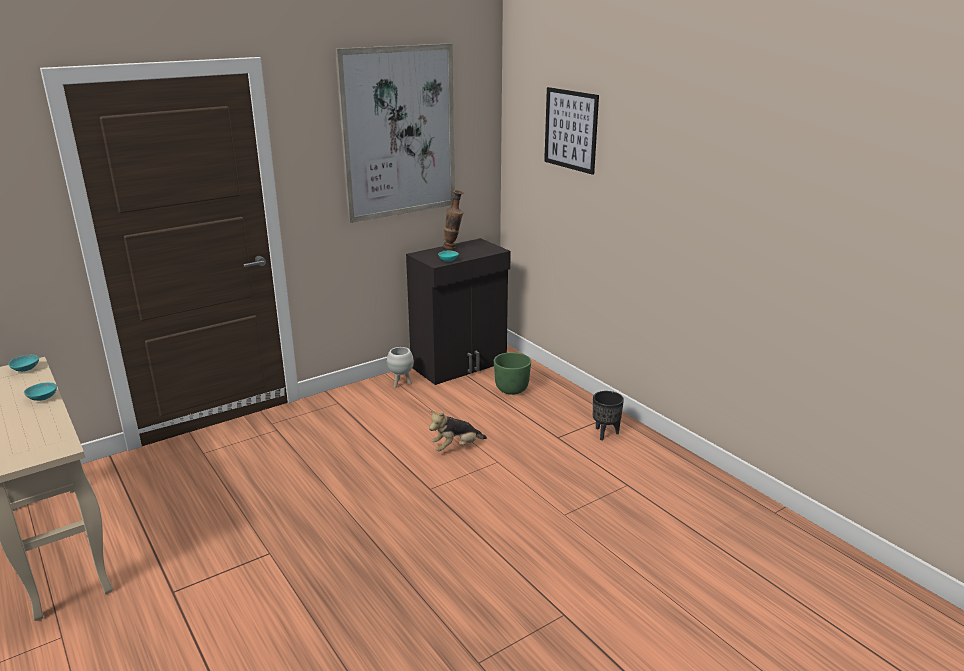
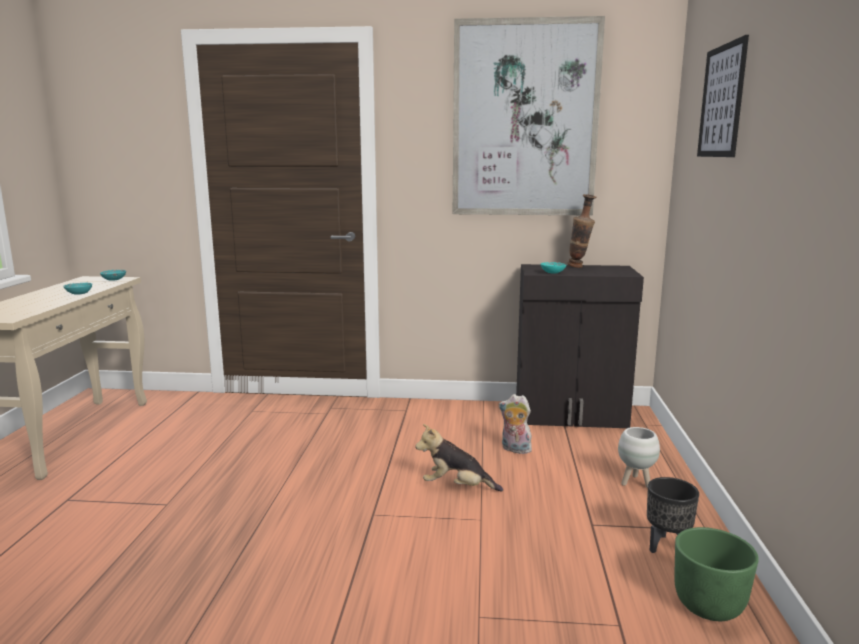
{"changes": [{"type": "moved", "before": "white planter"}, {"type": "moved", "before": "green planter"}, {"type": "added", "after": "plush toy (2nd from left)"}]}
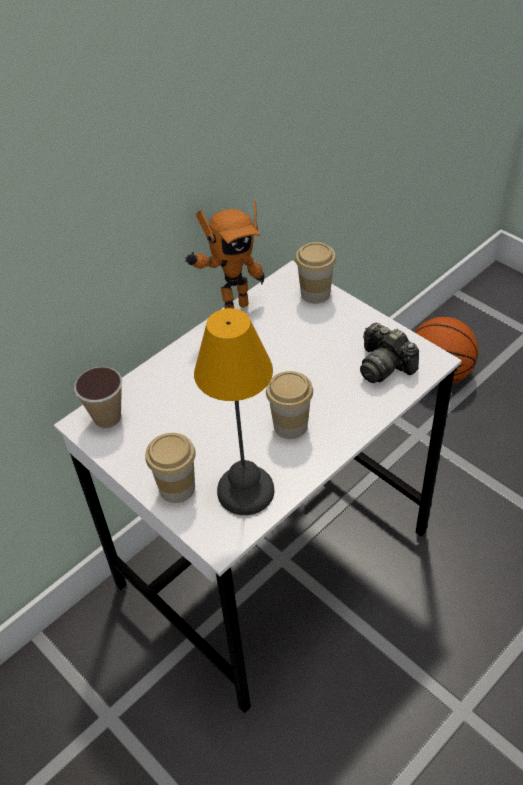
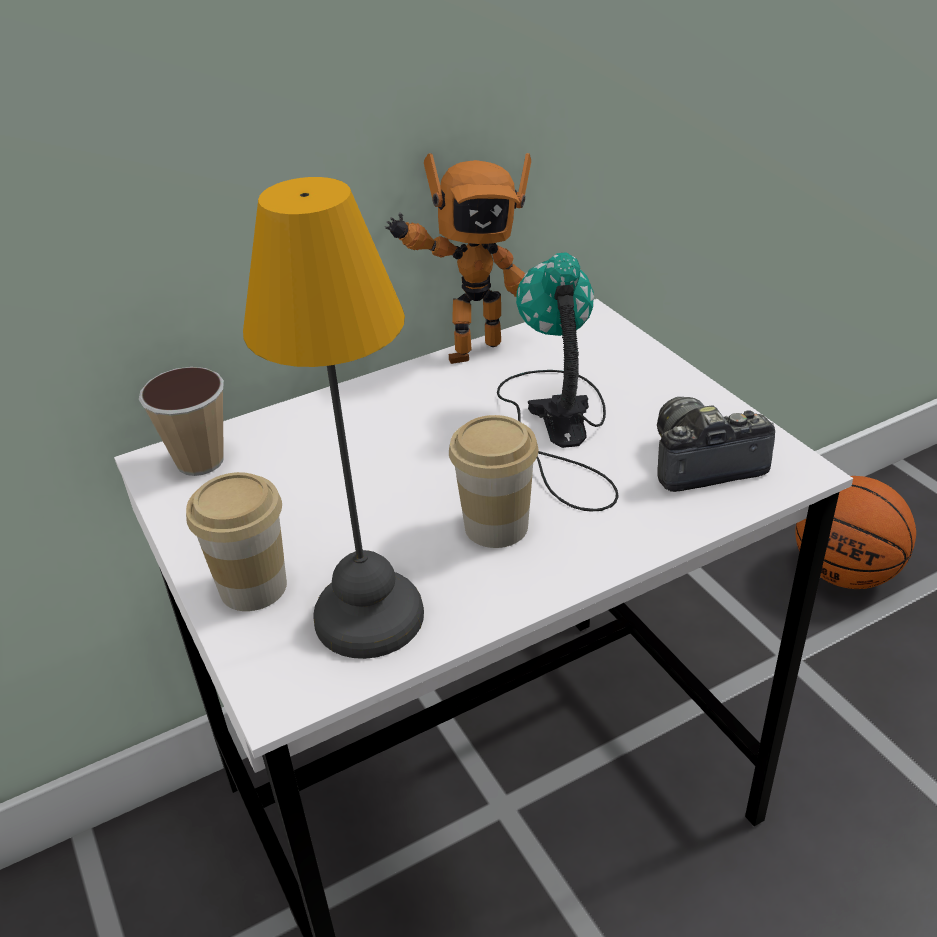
{"changes": [{"type": "removed", "before": "cup (4th from left)"}, {"type": "turned", "before": "photo camera", "turn": 105}, {"type": "added", "after": "table lamp (2nd from left)"}]}
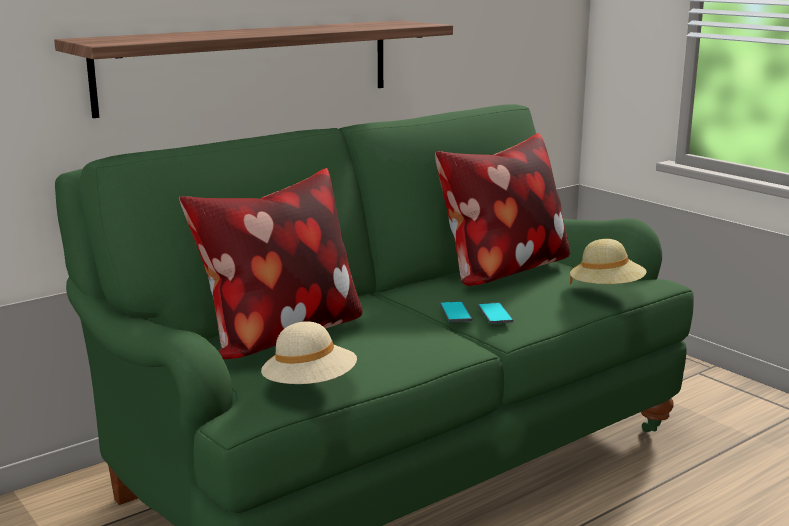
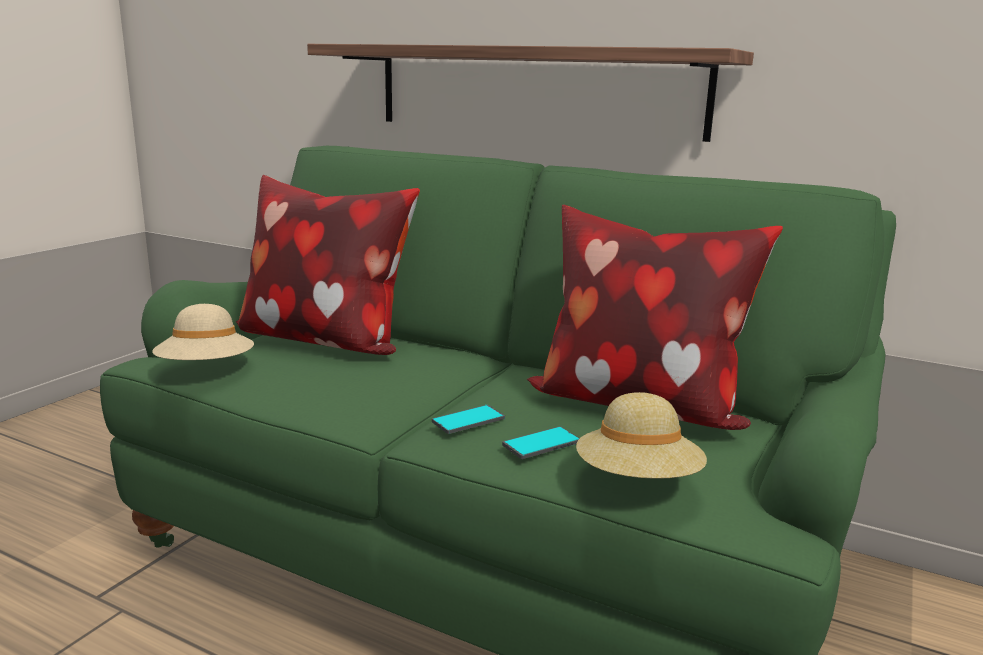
{"changes": [{"type": "moved", "before": "phone (1st from left in the first image)", "after": "phone (2nd from left)"}]}
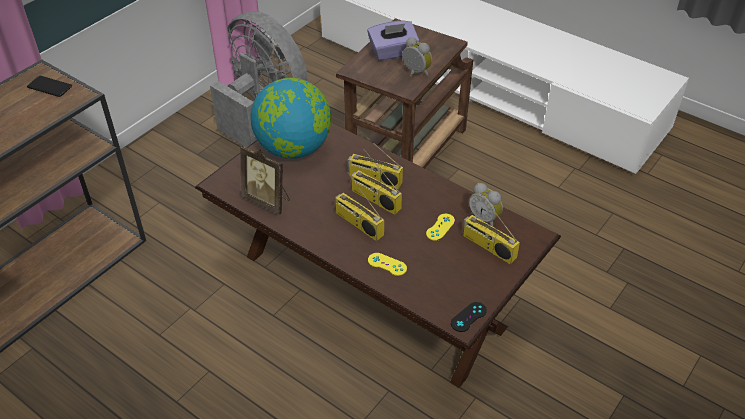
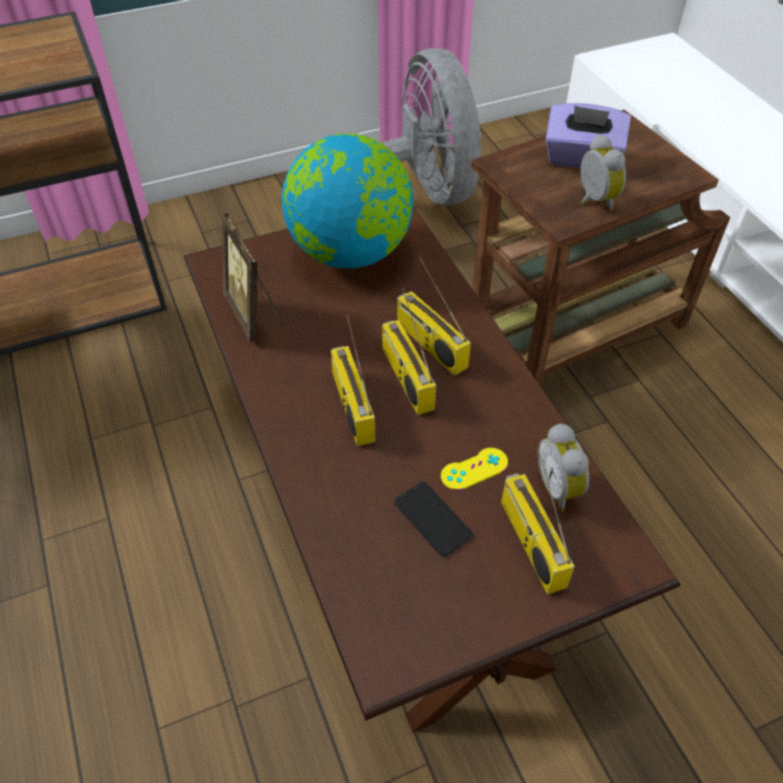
{"changes": [{"type": "moved", "before": "phone"}, {"type": "removed", "before": "yellow game controller (1st from left)"}, {"type": "removed", "before": "black game controller"}]}
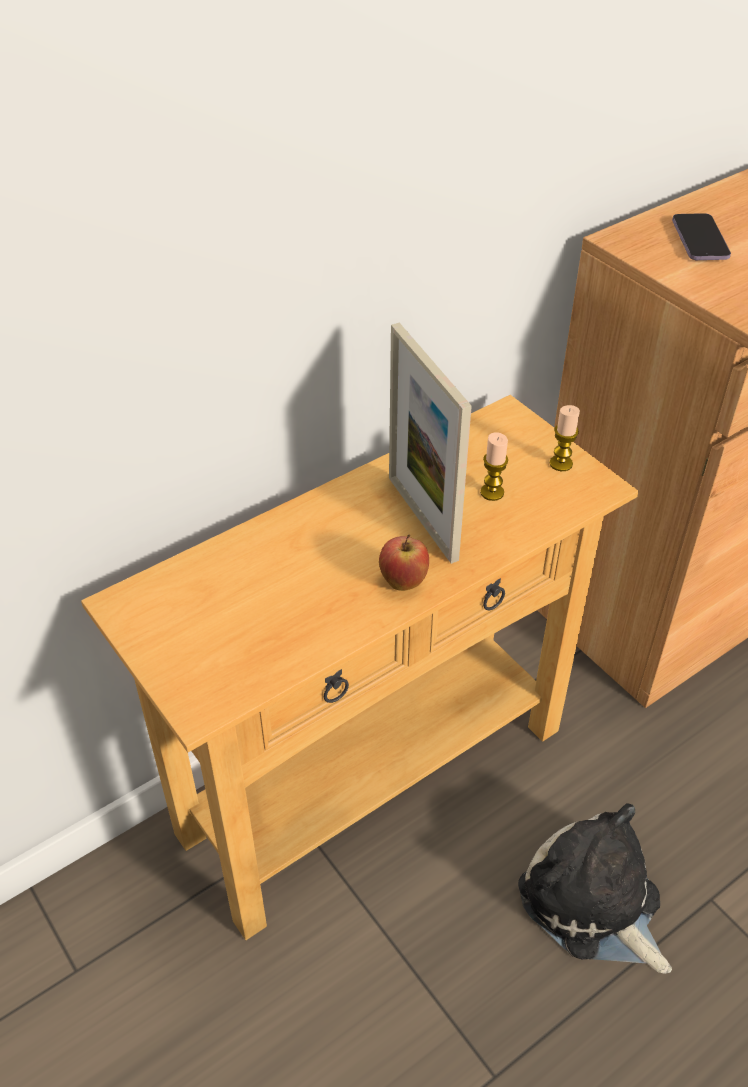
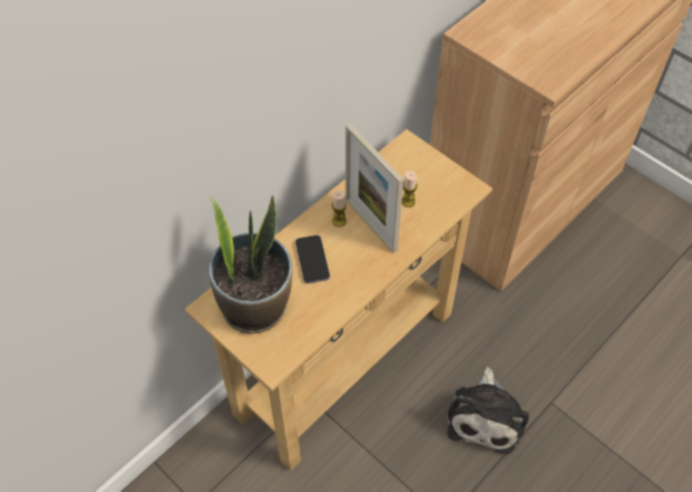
{"changes": [{"type": "removed", "before": "apple"}, {"type": "turned", "before": "plush toy", "turn": -120}, {"type": "moved", "before": "candle (2nd from left in the first image)", "after": "candle (1st from left)"}, {"type": "moved", "before": "phone"}, {"type": "added", "after": "potted plant"}]}
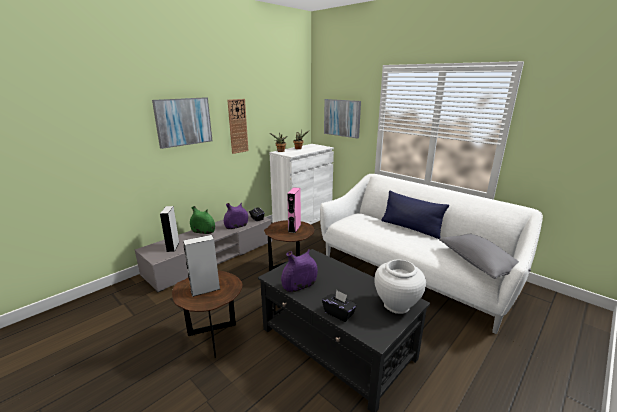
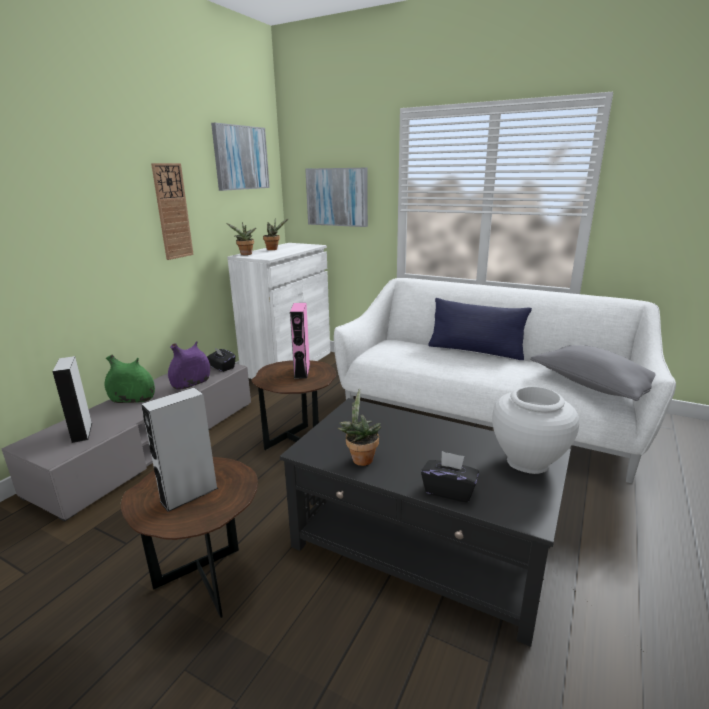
{"changes": [{"type": "moved", "before": "picture (1st from left)"}, {"type": "replaced", "before": "purple vase (2nd from left)", "after": "potted plant (3rd from left)"}]}
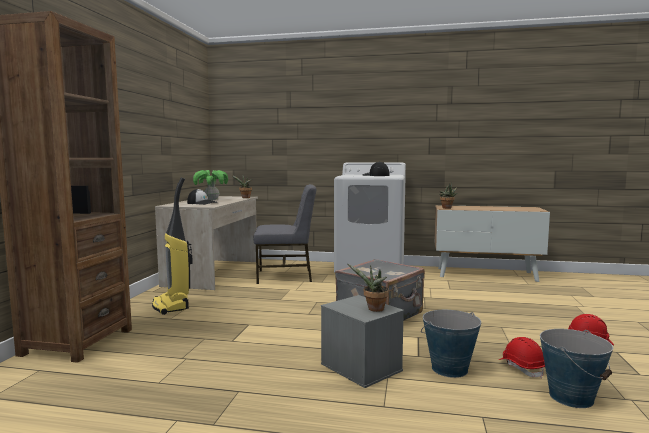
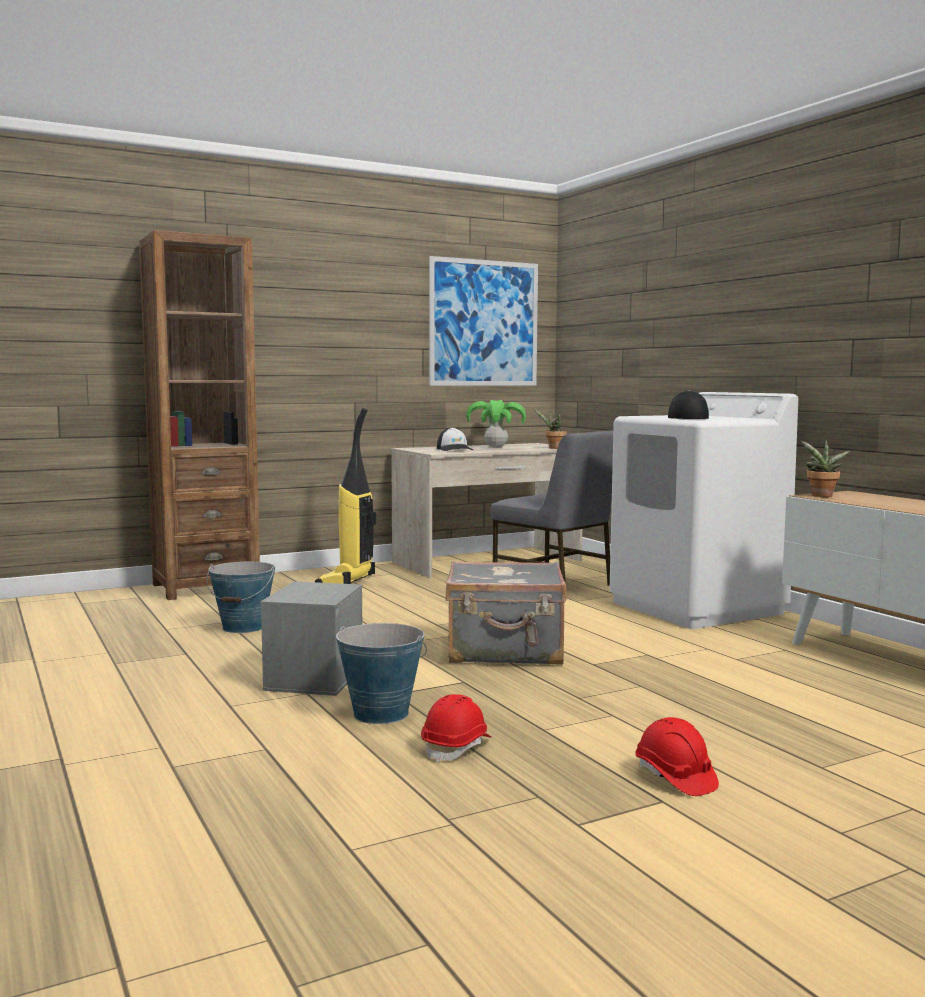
{"changes": [{"type": "removed", "before": "potted plant (3rd from left)"}, {"type": "moved", "before": "bucket (2nd from left in the first image)", "after": "bucket (1st from left)"}, {"type": "added", "after": "picture"}]}
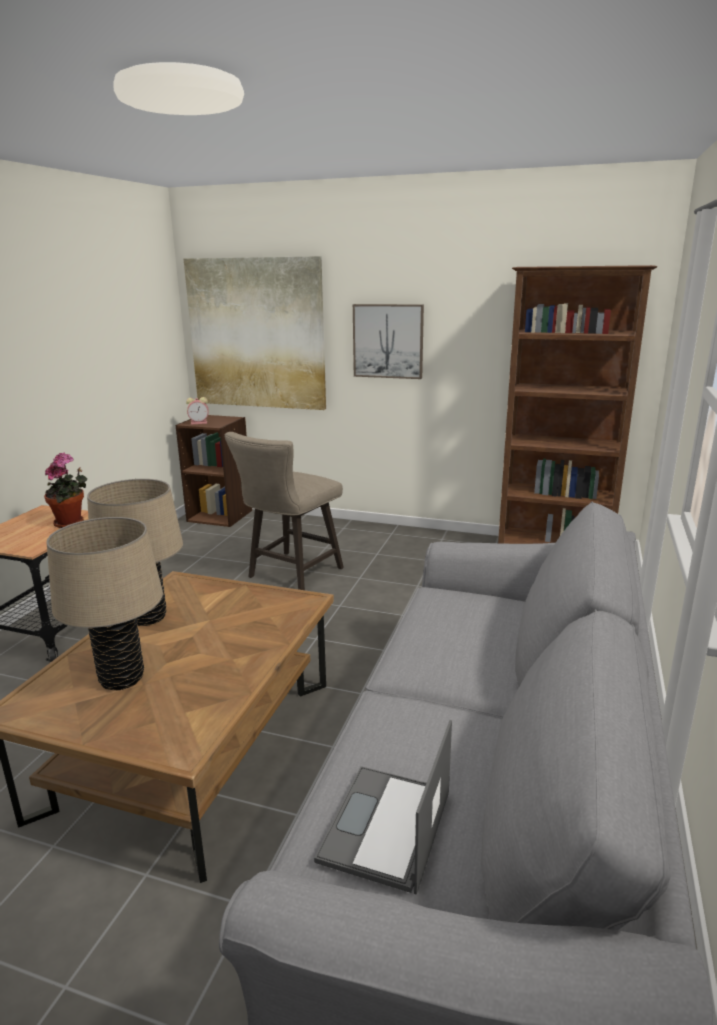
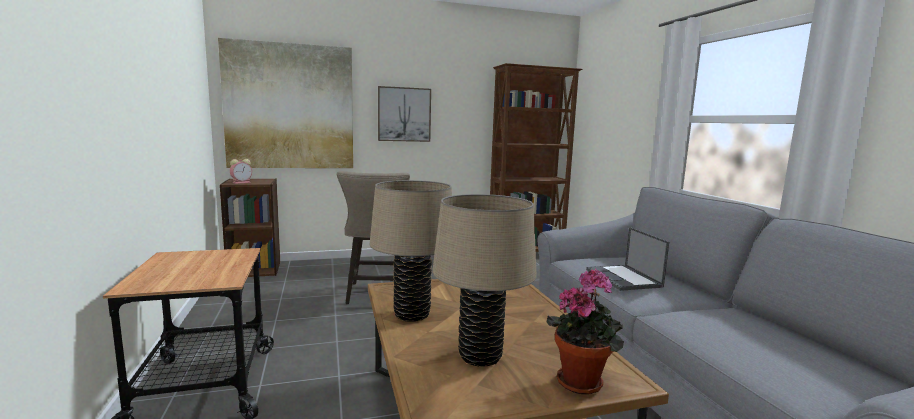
{"changes": [{"type": "moved", "before": "potted plant"}, {"type": "moved", "before": "laptop"}]}
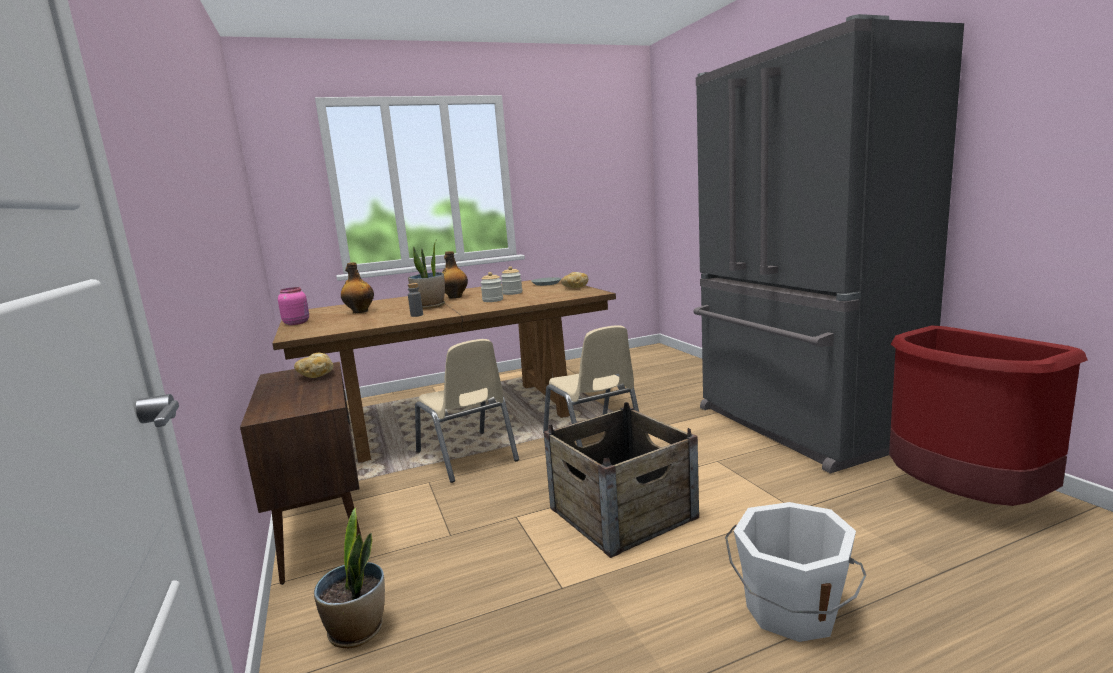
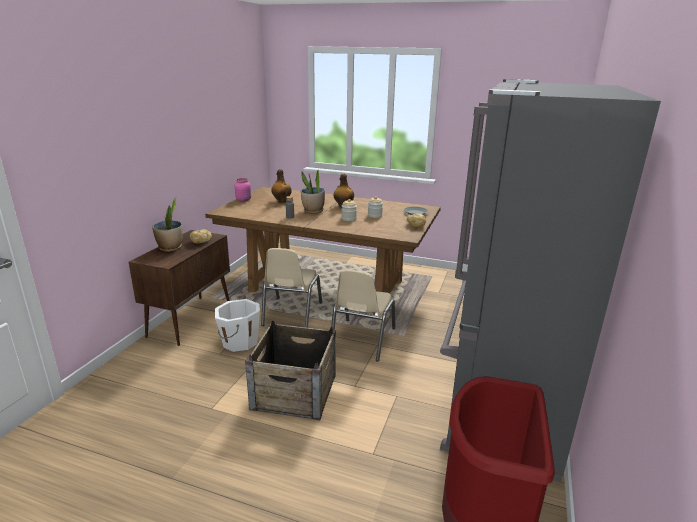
{"changes": [{"type": "moved", "before": "potted plant (1st from left)"}, {"type": "moved", "before": "white bucket"}]}
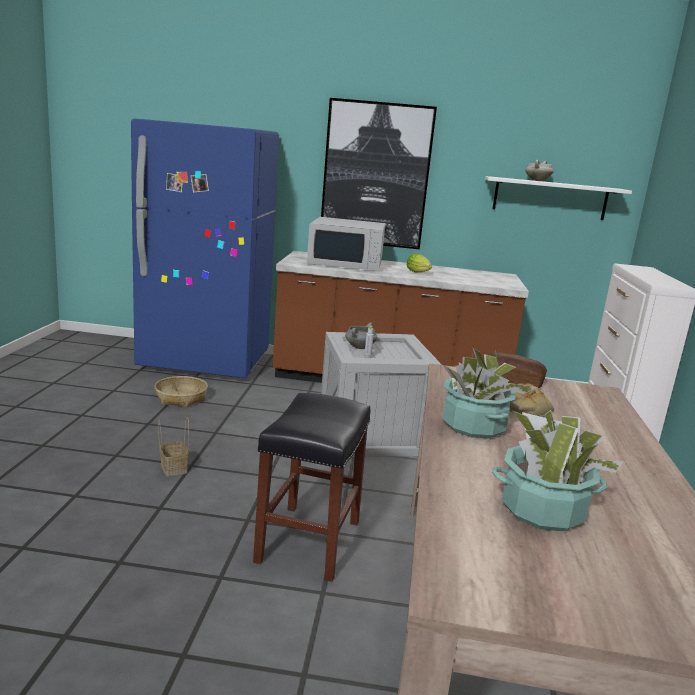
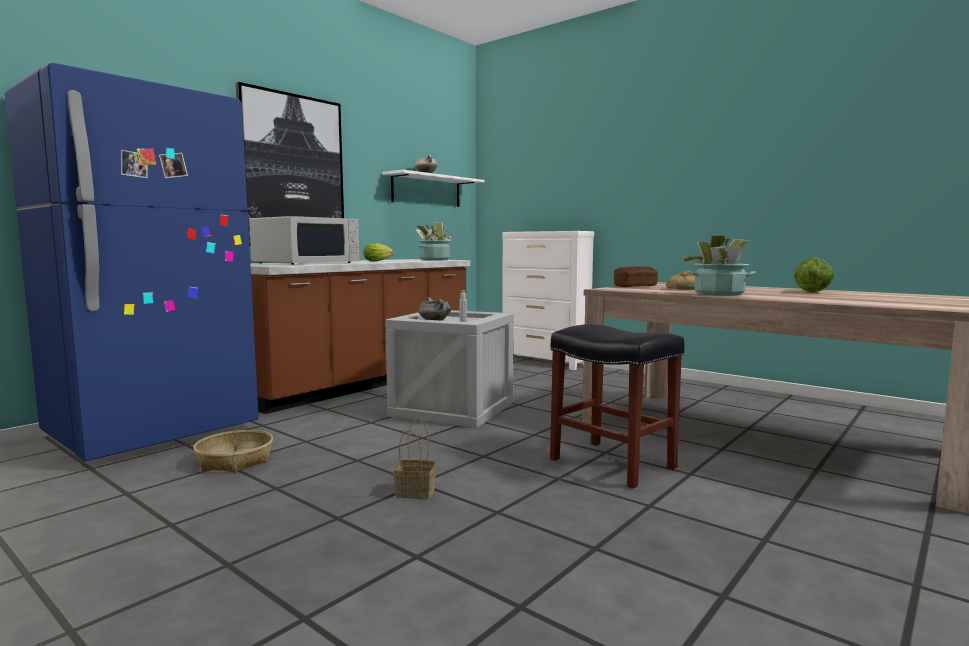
{"changes": [{"type": "moved", "before": "potted plant (2nd from left in the first image)", "after": "potted plant (1st from left)"}, {"type": "added", "after": "lettuce (2nd from left)"}]}
